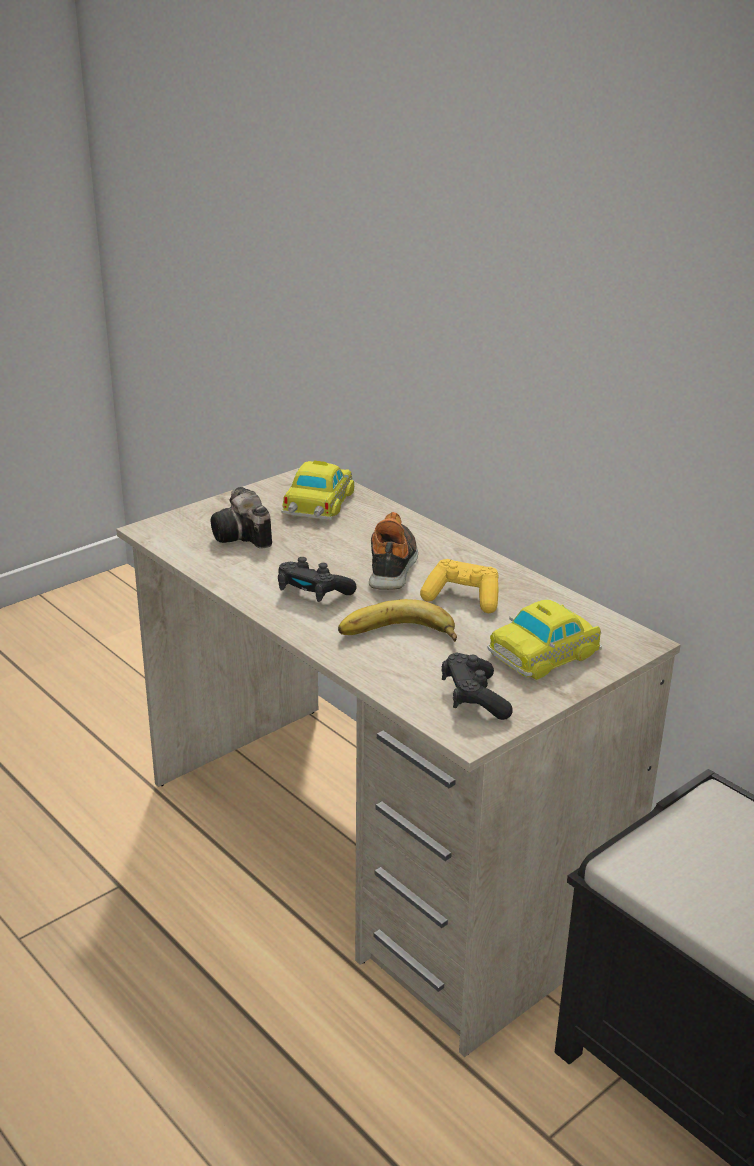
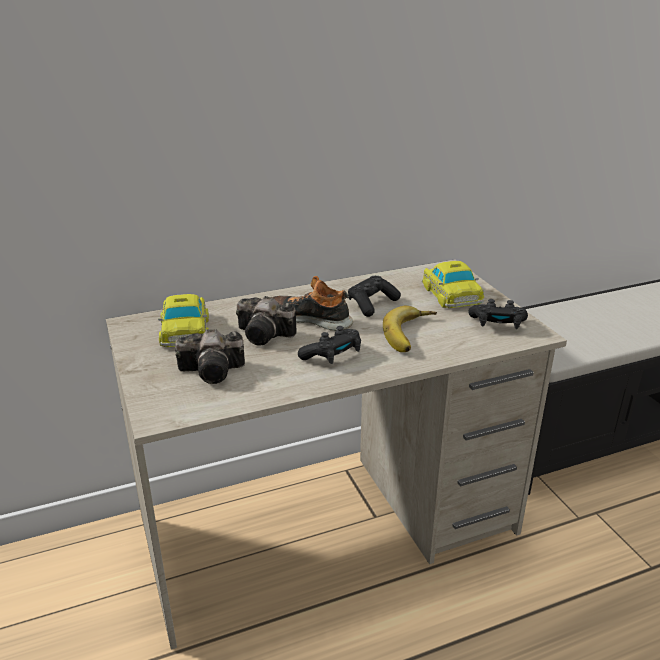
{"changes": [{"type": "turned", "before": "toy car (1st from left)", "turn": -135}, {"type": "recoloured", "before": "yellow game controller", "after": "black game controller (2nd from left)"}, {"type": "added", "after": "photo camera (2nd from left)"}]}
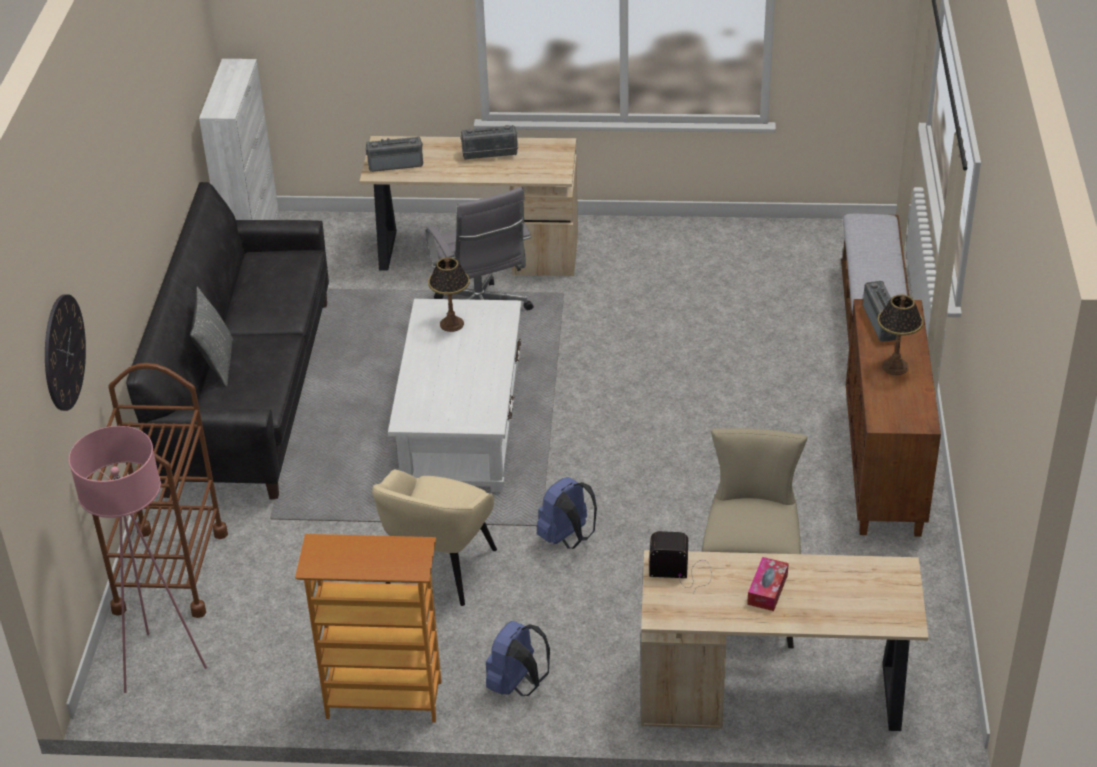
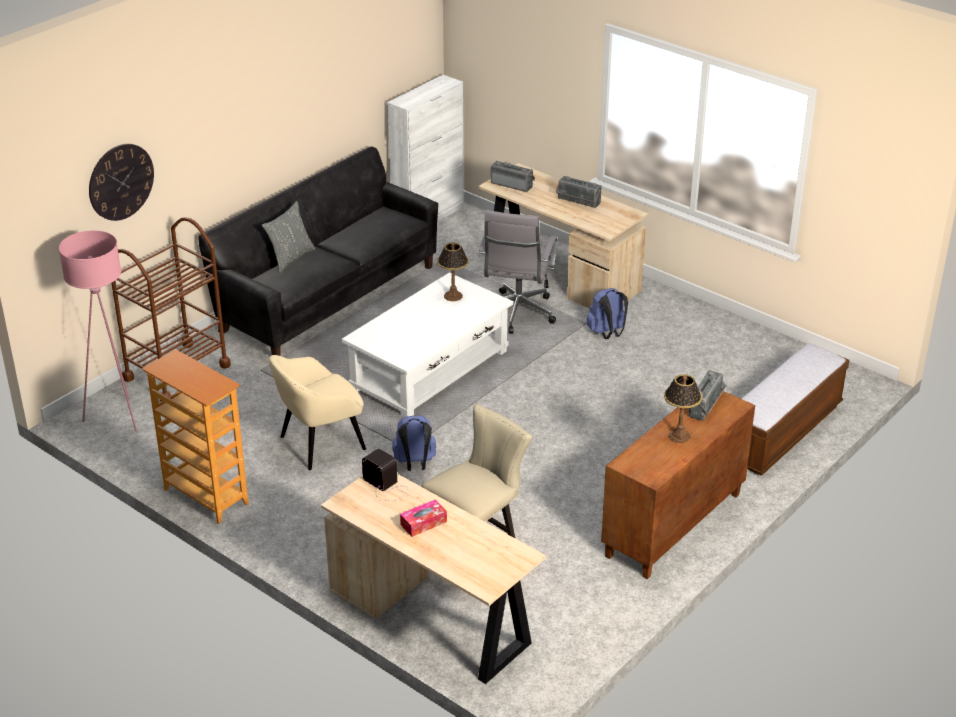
{"changes": [{"type": "moved", "before": "blue backpack (1st from left in the first image)", "after": "blue backpack (2nd from left)"}]}
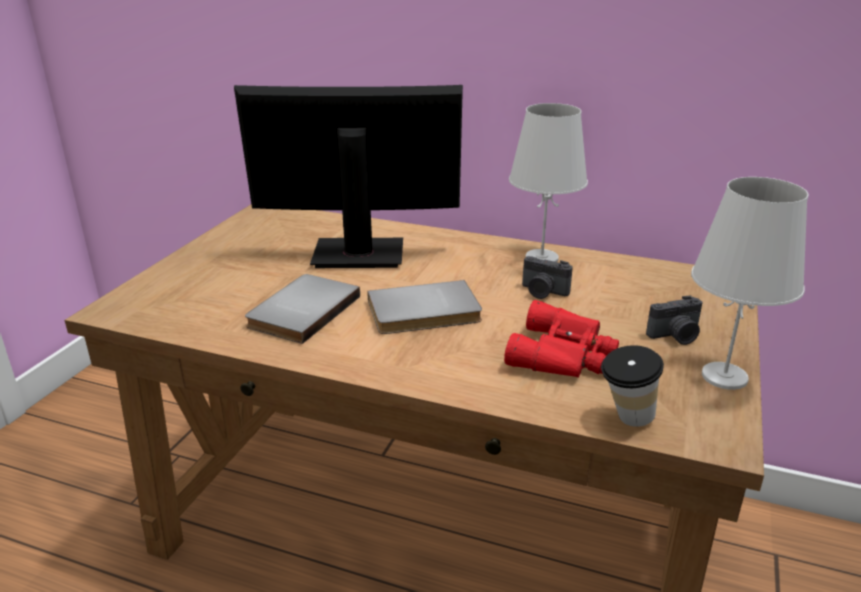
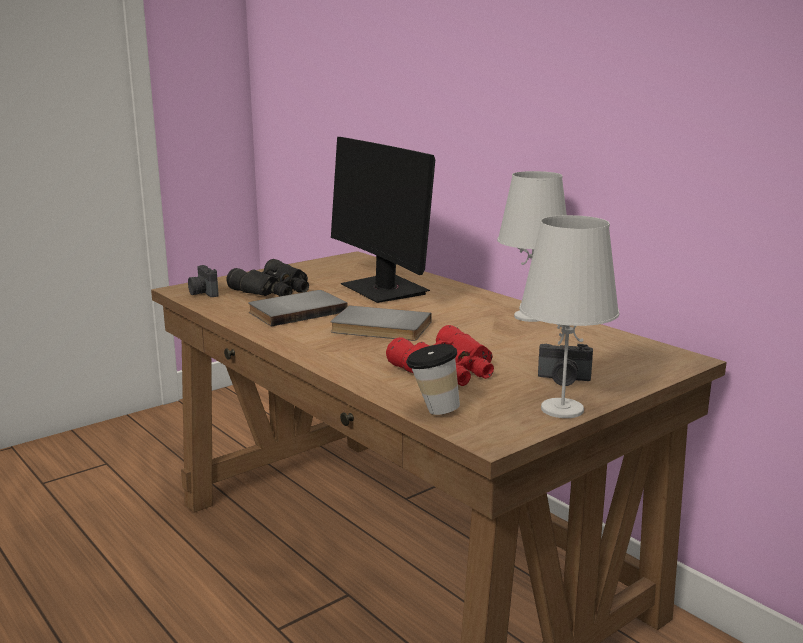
{"changes": [{"type": "turned", "before": "monitor", "turn": -150}, {"type": "moved", "before": "photo camera (1st from left)"}, {"type": "added", "after": "black binoculars"}]}
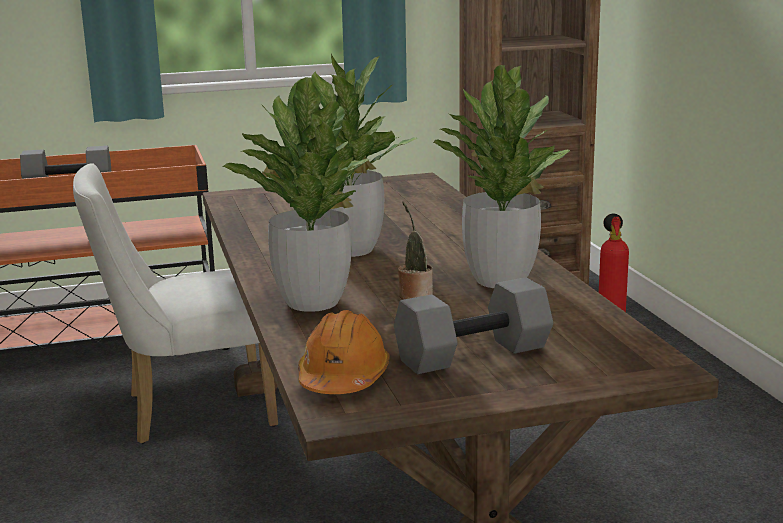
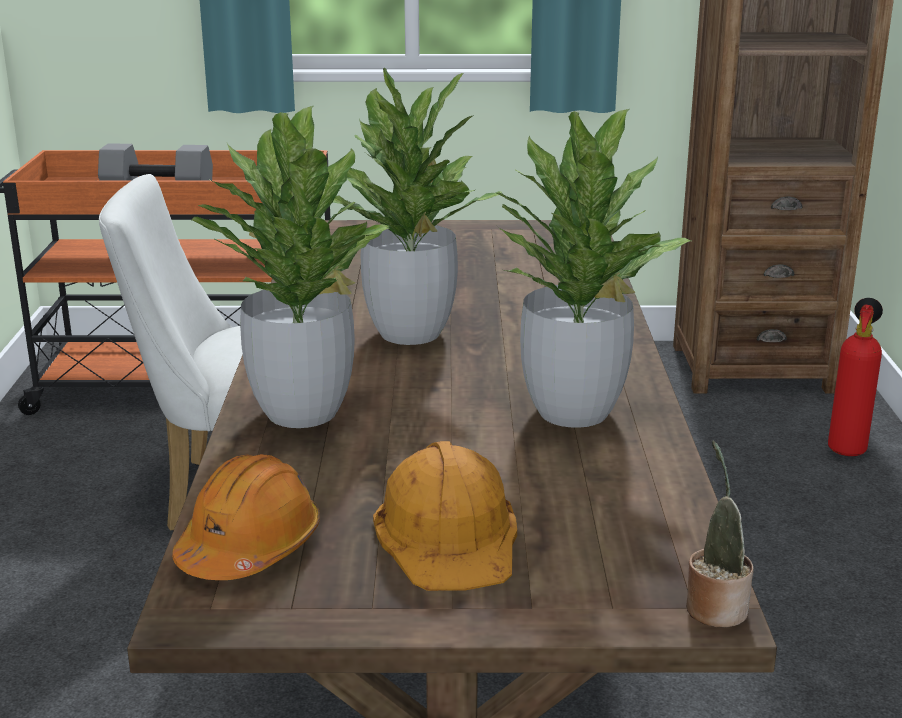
{"changes": [{"type": "replaced", "before": "grey dumbbell (2nd from left)", "after": "orange hard hat (2nd from left)"}, {"type": "moved", "before": "potted plant (3rd from left in the first image)", "after": "potted plant (4th from left)"}]}
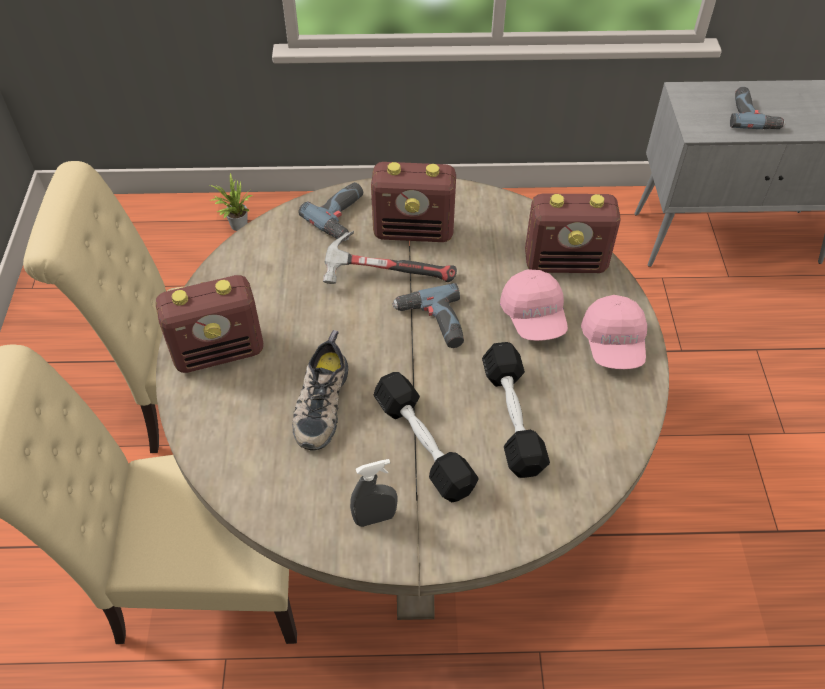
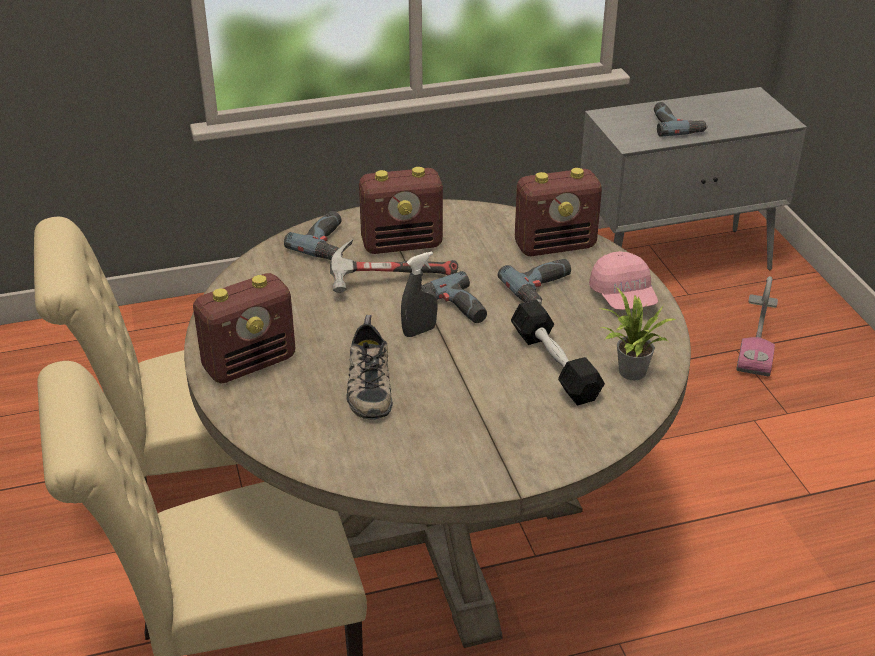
{"changes": [{"type": "moved", "before": "potted plant"}, {"type": "moved", "before": "grey spray bottle"}, {"type": "removed", "before": "black dumbbell (1st from left)"}, {"type": "replaced", "before": "pink cap (1st from left)", "after": "power drill (3rd from left)"}, {"type": "added", "after": "vacuum cleaner"}]}
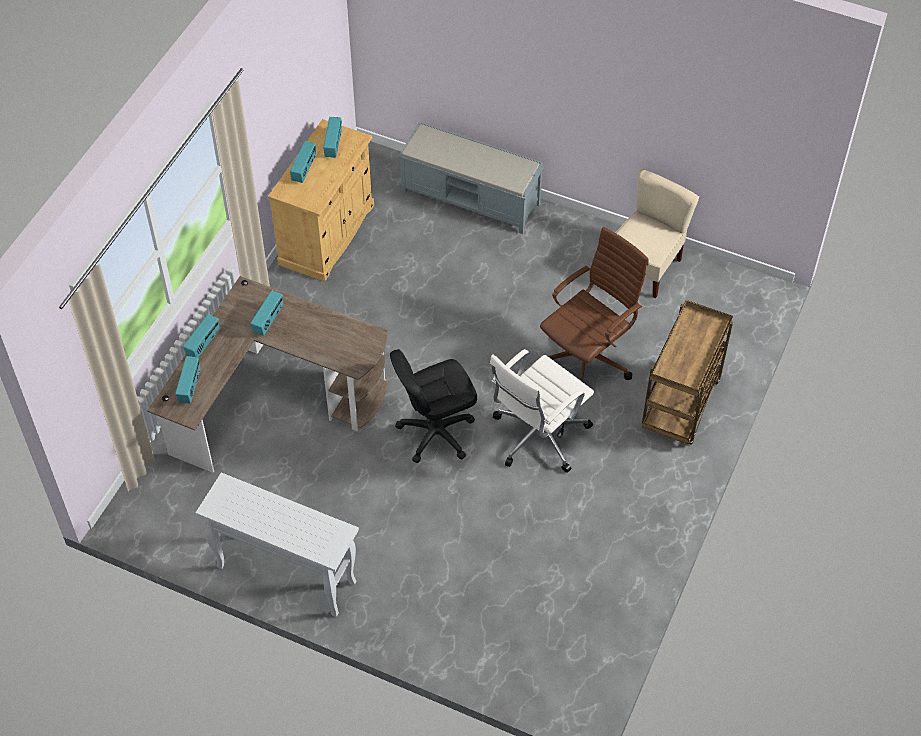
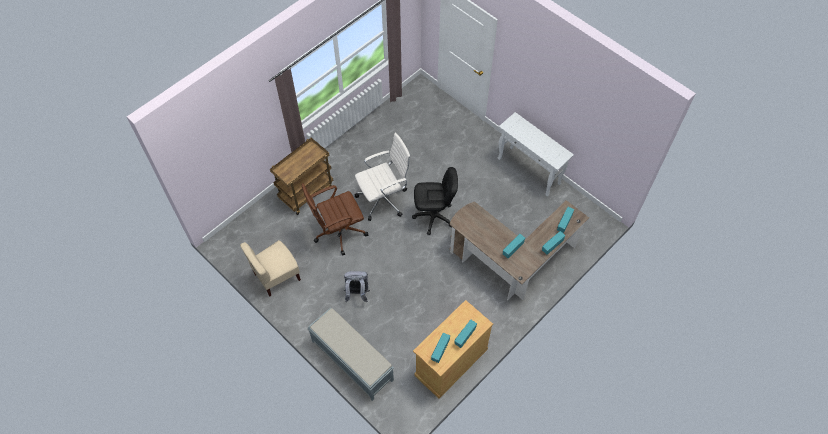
{"changes": [{"type": "added", "after": "grey backpack"}]}
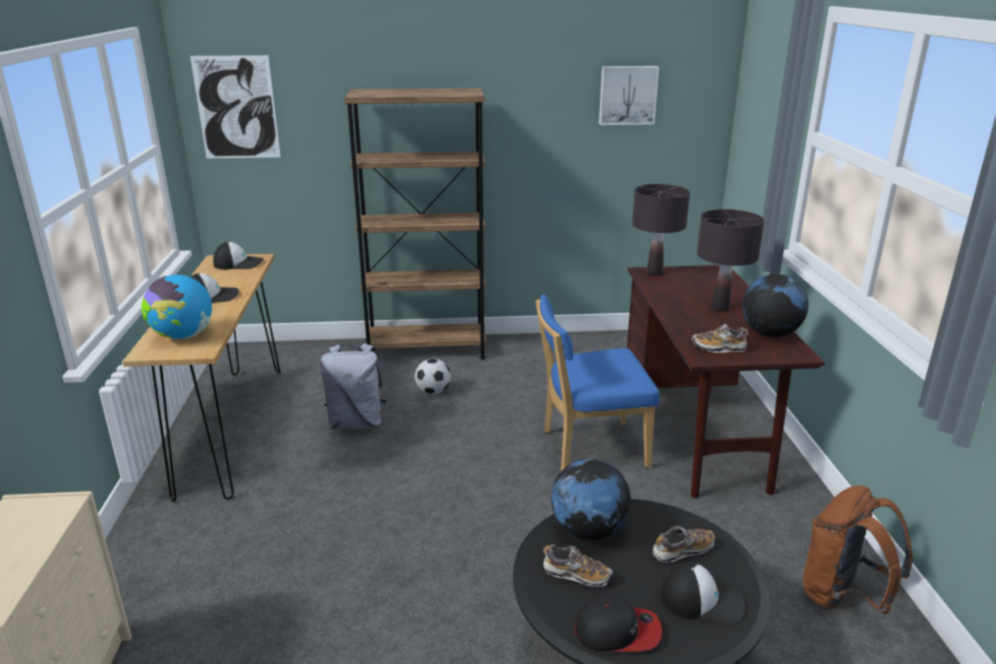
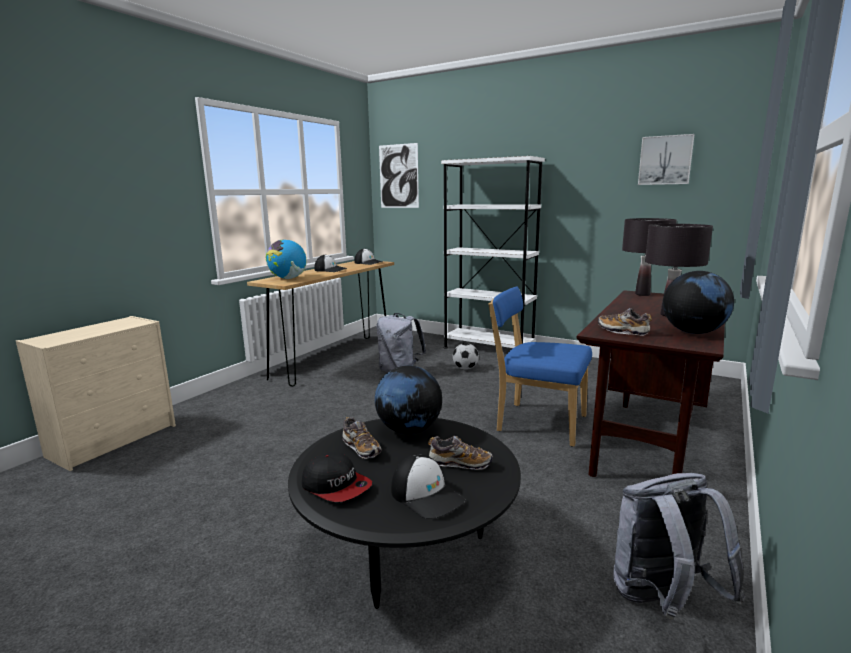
{"changes": [{"type": "recoloured", "before": "brown bookcase", "after": "white bookcase"}, {"type": "recoloured", "before": "brown backpack", "after": "grey backpack (2nd from left)"}]}
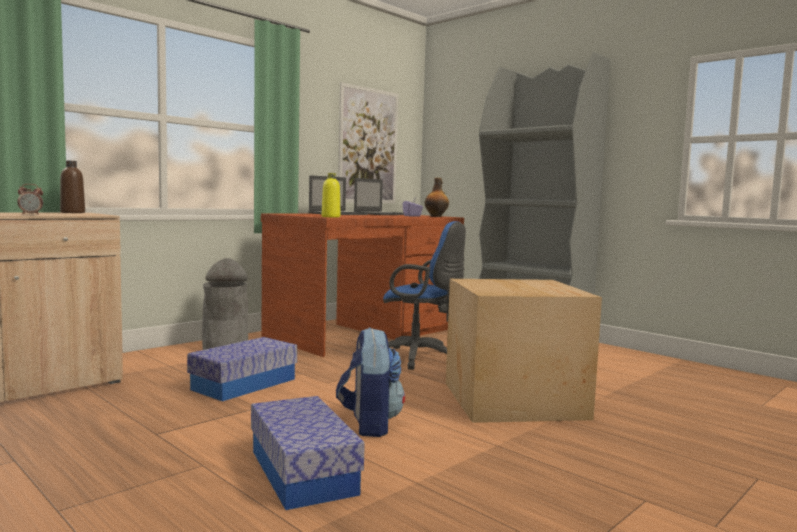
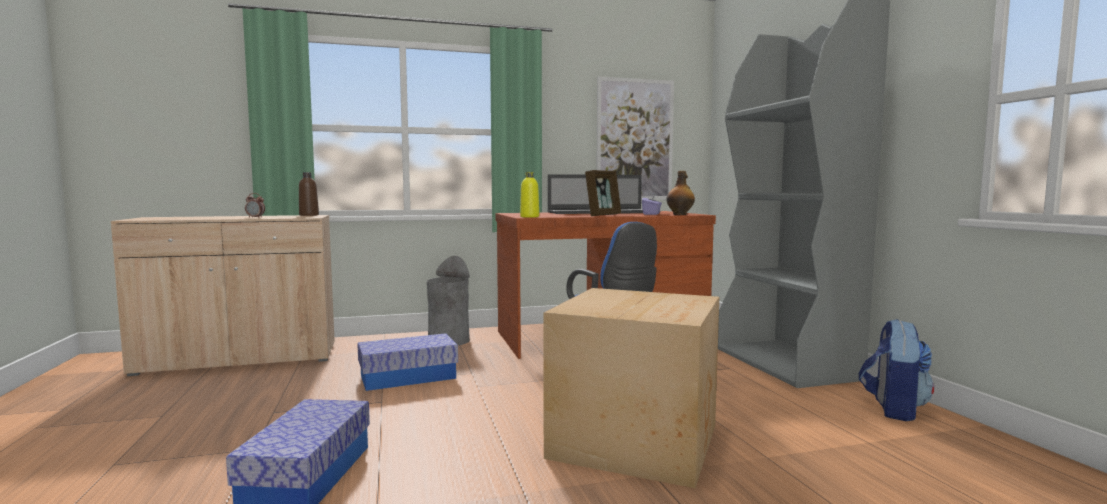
{"changes": [{"type": "moved", "before": "backpack"}, {"type": "added", "after": "picture frame"}]}
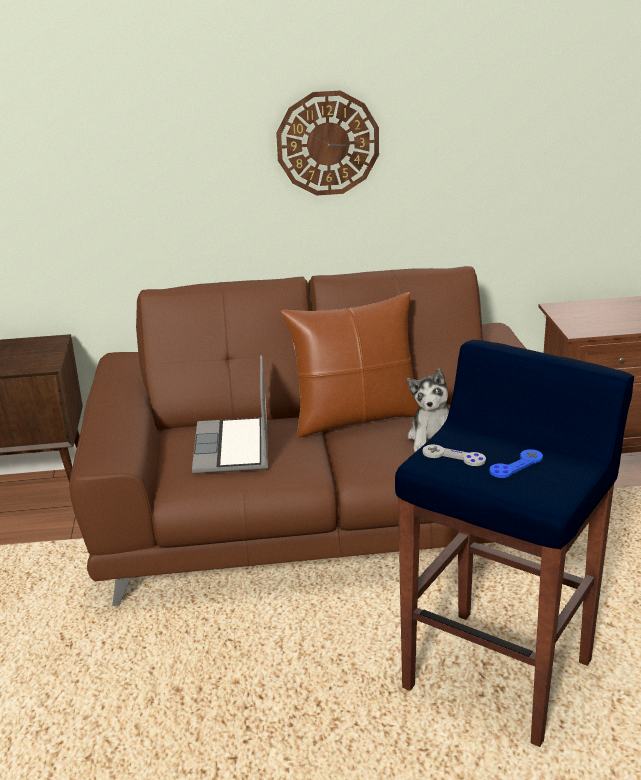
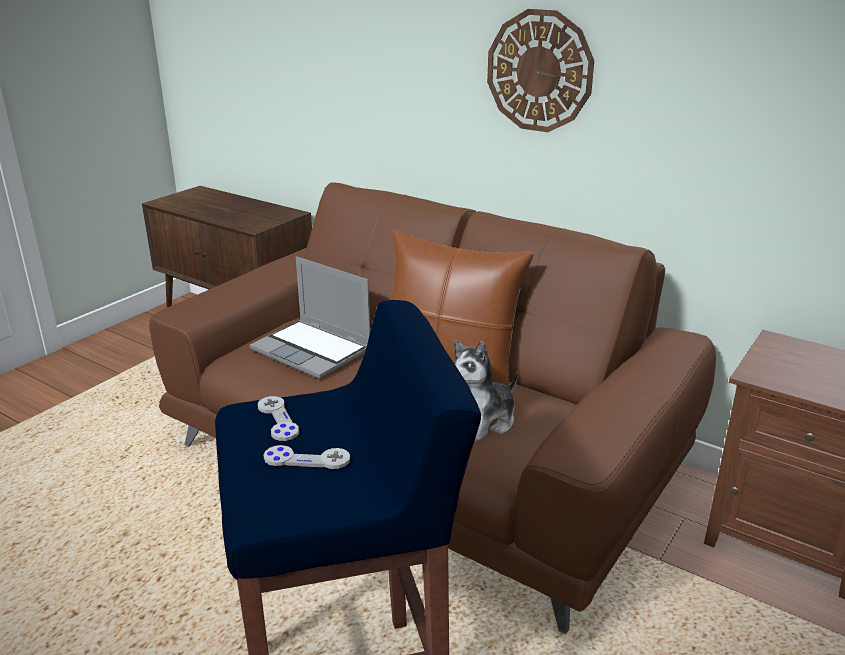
{"changes": [{"type": "turned", "before": "laptop", "turn": -90}, {"type": "recoloured", "before": "blue game controller", "after": "grey game controller (2nd from left)"}]}
